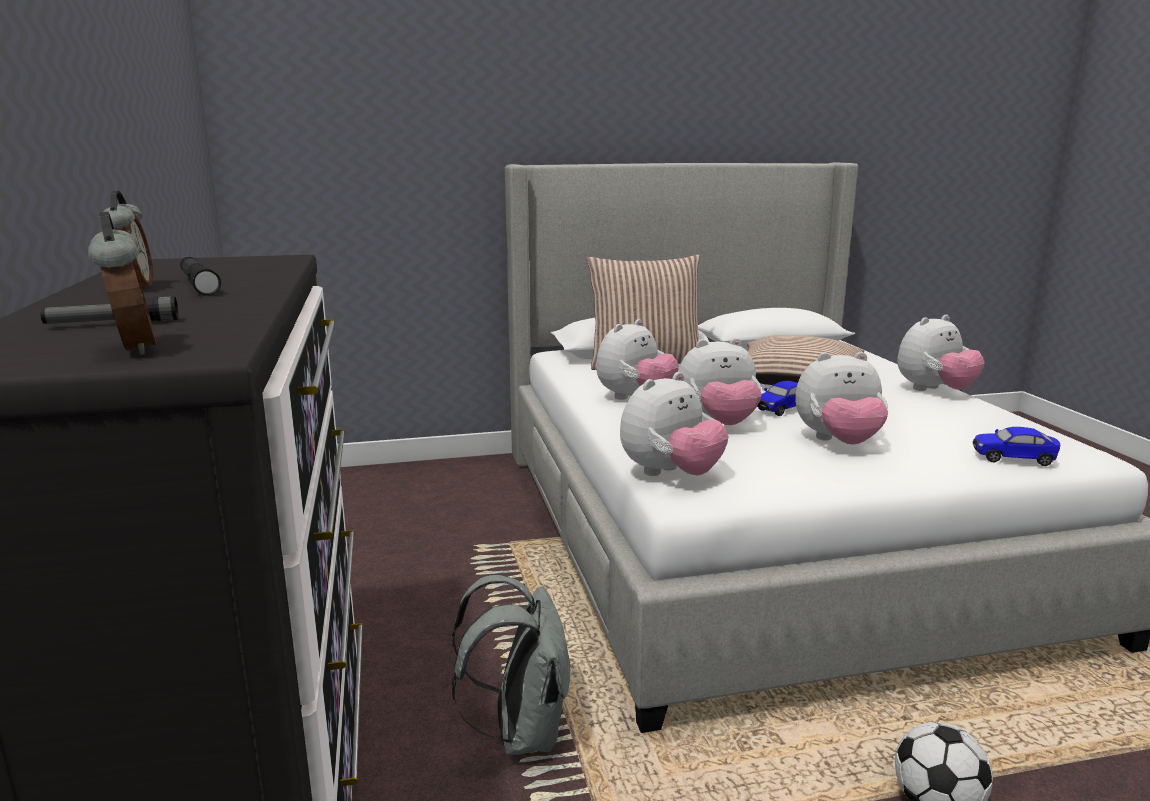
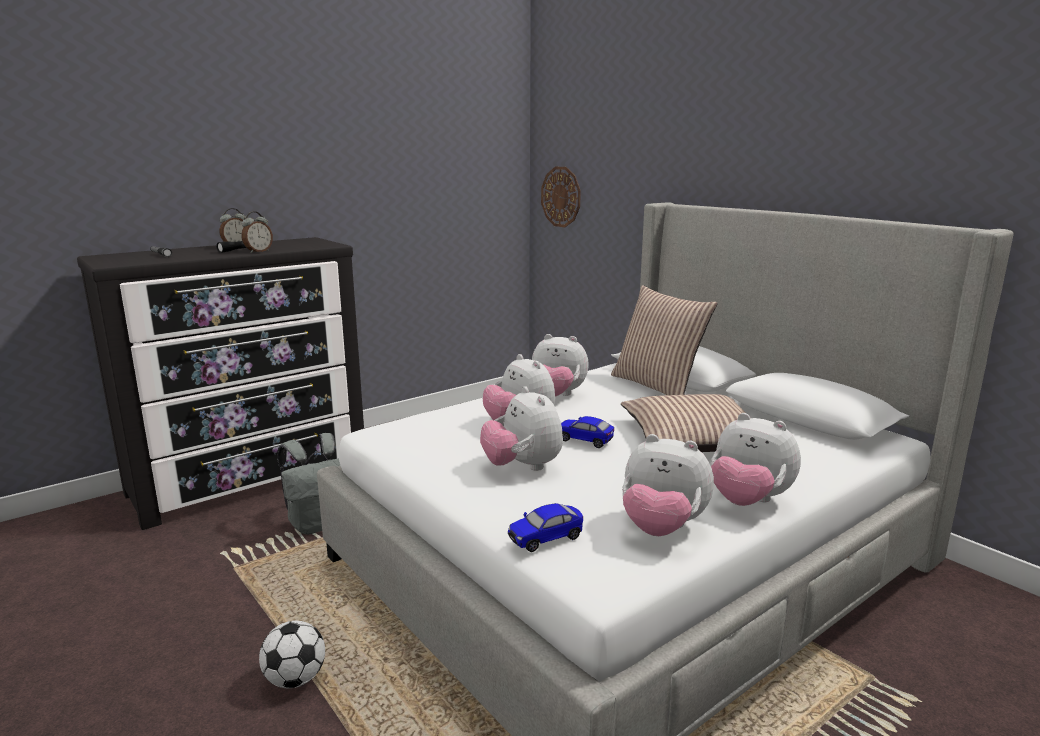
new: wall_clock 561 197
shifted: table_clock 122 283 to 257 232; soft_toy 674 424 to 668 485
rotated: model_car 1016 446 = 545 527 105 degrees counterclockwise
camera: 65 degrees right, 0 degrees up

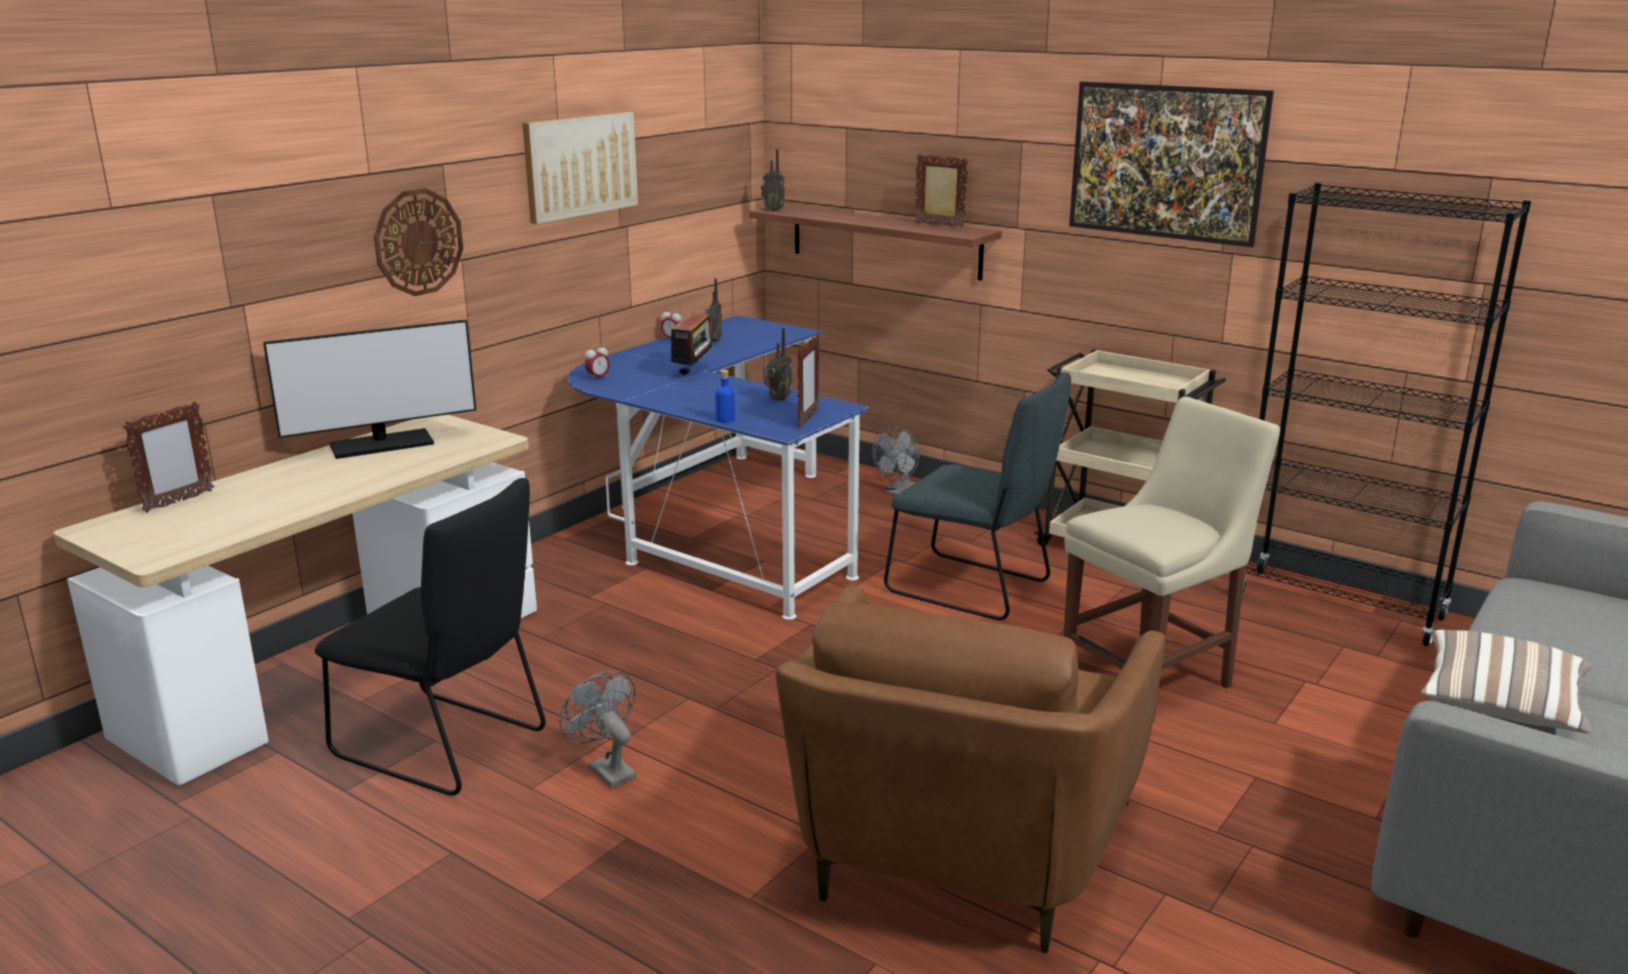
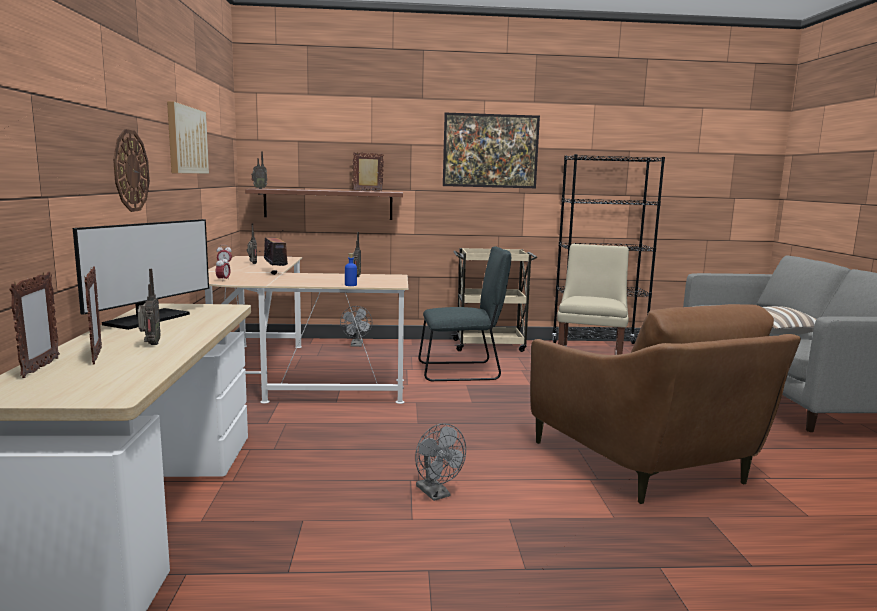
gone: blackish_upright_chair 430 637
new: radio_receiver 149 307
shifted: standing_frame 808 380 to 93 315
repainted: bluish_desk 718 467 to sand-coloured_desk 306 330
rotated: grey_cooling_fan 597 729 = 440 462 135 degrees counterclockwise
camera: 40 degrees left, 10 degrees down

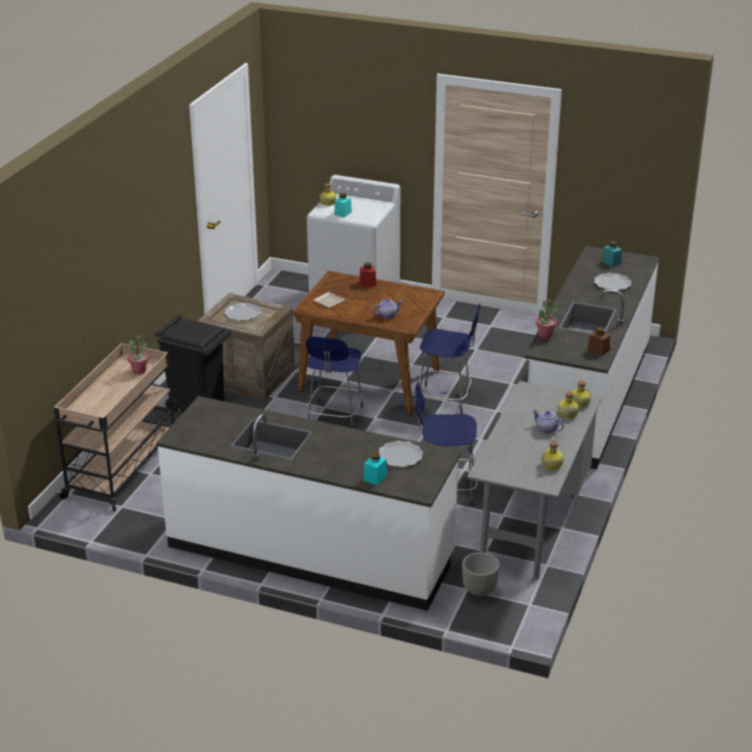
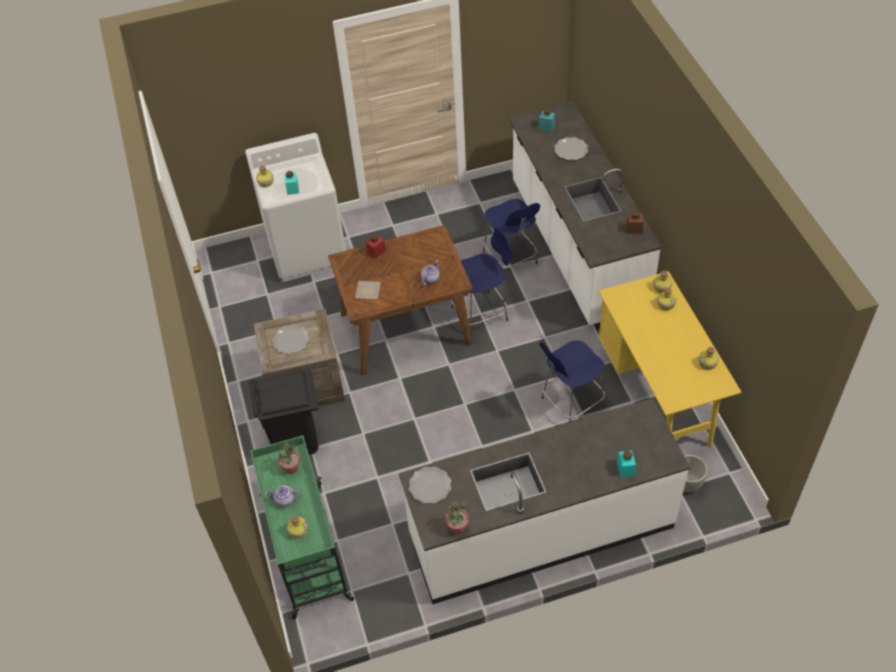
new: beverage_bottle 297 527
shifted: bluish_stool 334 382 to 511 234; plate 400 454 to 430 485; teapot 548 422 to 283 496; houseplant 547 319 to 457 517
repainted: sand-coloured_trolley 114 427 to green-coloured_trolley 302 527; grey_desk 534 480 to yellowish_desk 670 359
camera: 35 degrees left, 20 degrees up

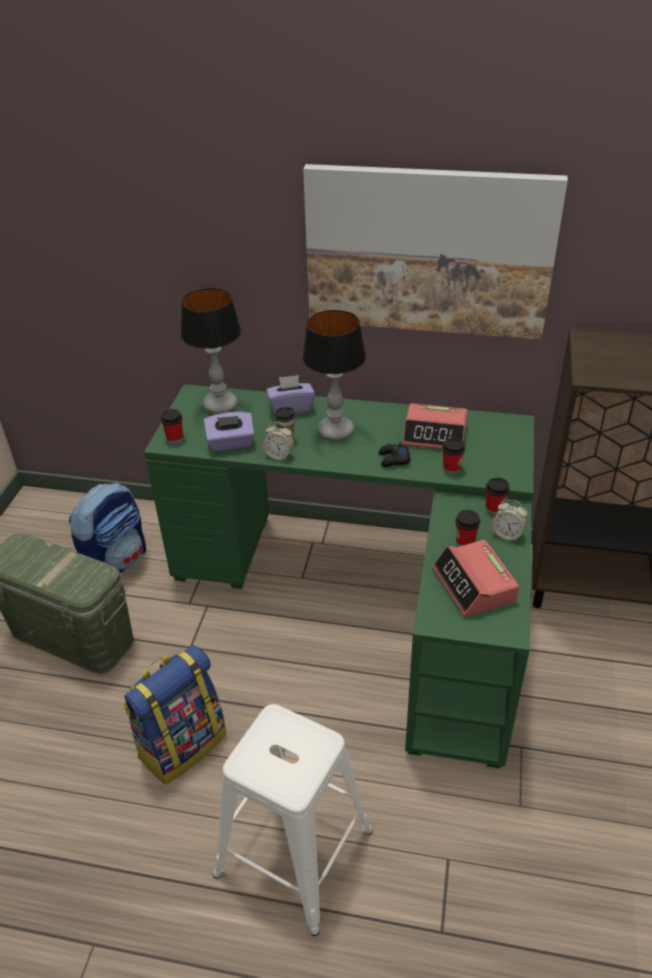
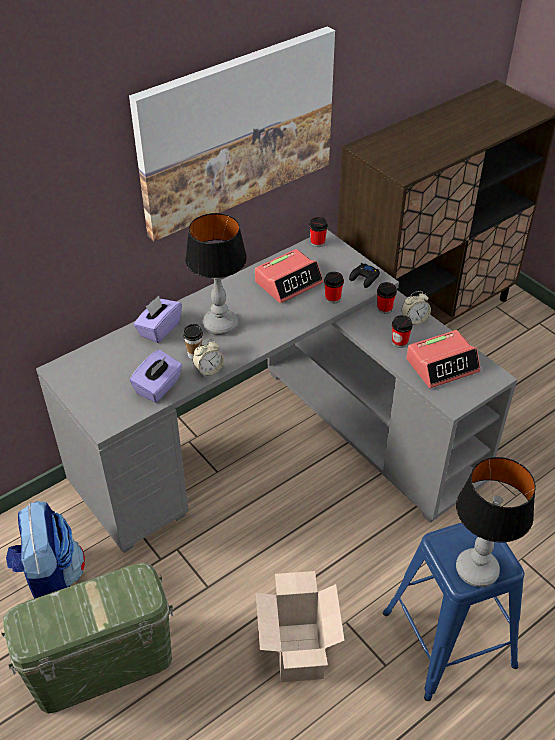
shifted: small_cup 172 426 to 318 232; tabletop_lamp 211 351 to 496 522; blackish_joypad 395 454 to 364 275
swapped: rucksack 174 714 to cardboard_box 300 626
repainted: green-coloured_desk 339 576 to grey_desk 276 391; white_stool 293 820 to bluish_stool 453 611
rotated: table_clock 475 578 = 443 359 45 degrees counterclockwise
camera: 50 degrees left, 5 degrees up

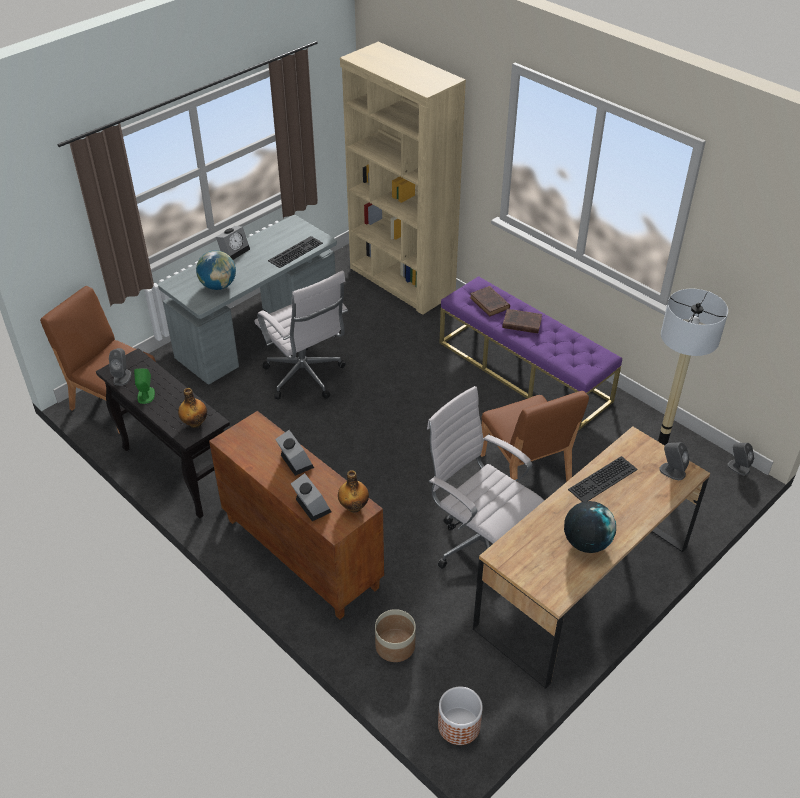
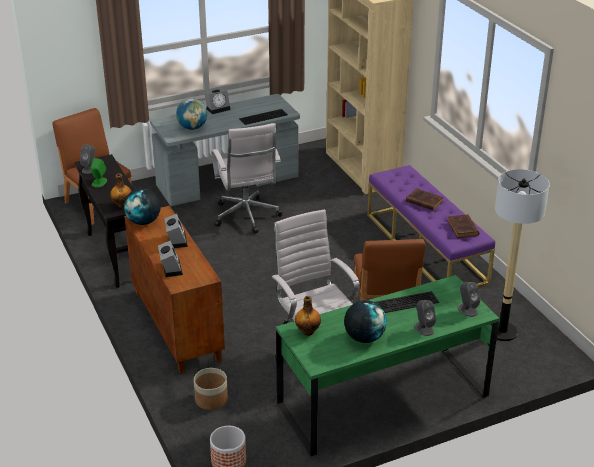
new: world_globe 142 206
shifted: beverage_bottle 353 491 to 308 316; brown_book 490 301 to 463 226; grey_loudspeaker 740 459 to 425 318
repainted: brown_desk 591 557 to green-coloured_desk 387 365
camera: 20 degrees right, 10 degrees down

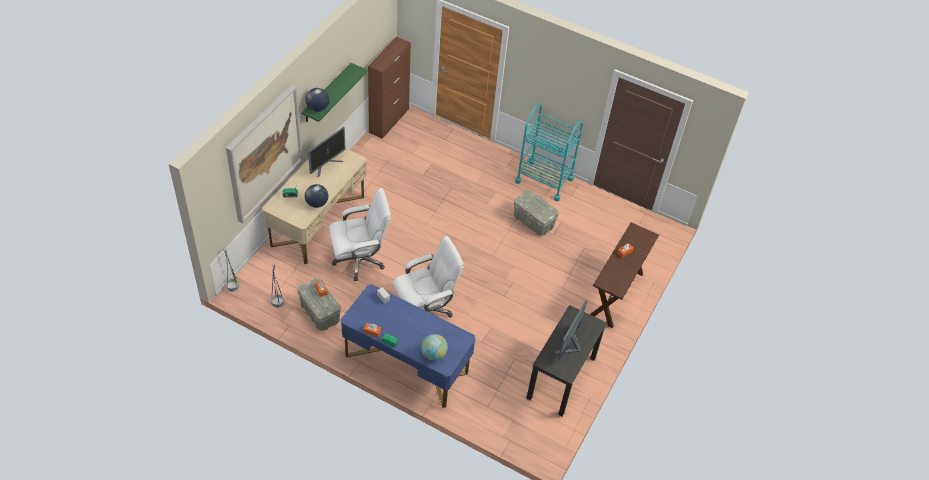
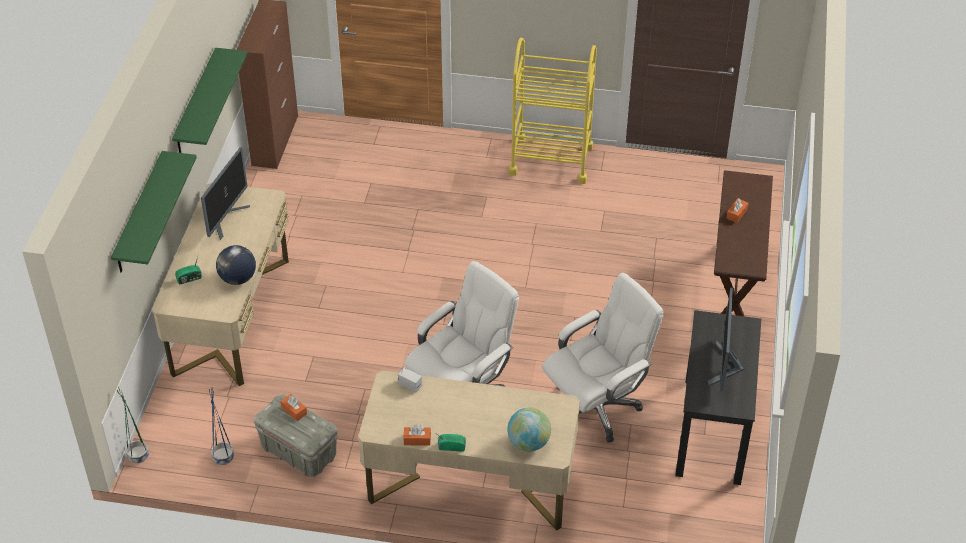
gone: world_globe 317 100; grey_storage_container 536 213
shifted: white_office_chair 360 234 to 603 358
swapped: wall_picture 264 153 to green-coloured_shelf 154 212
repainted: bluish_desk 408 346 to sand-coloured_desk 469 450; turquoise-coloured_trolley 549 152 to yellowish_trolley 552 110
camera: 15 degrees left, 5 degrees down

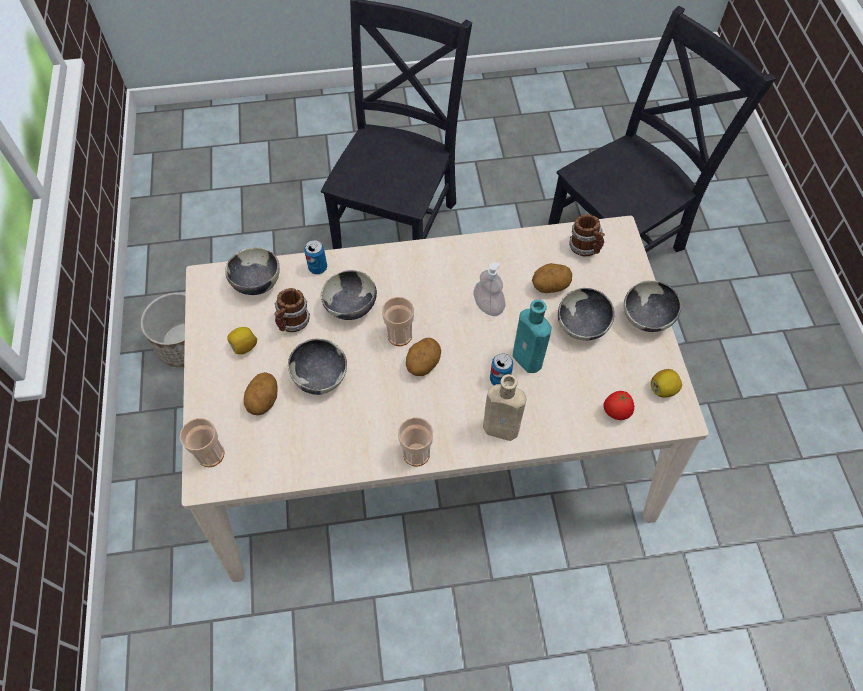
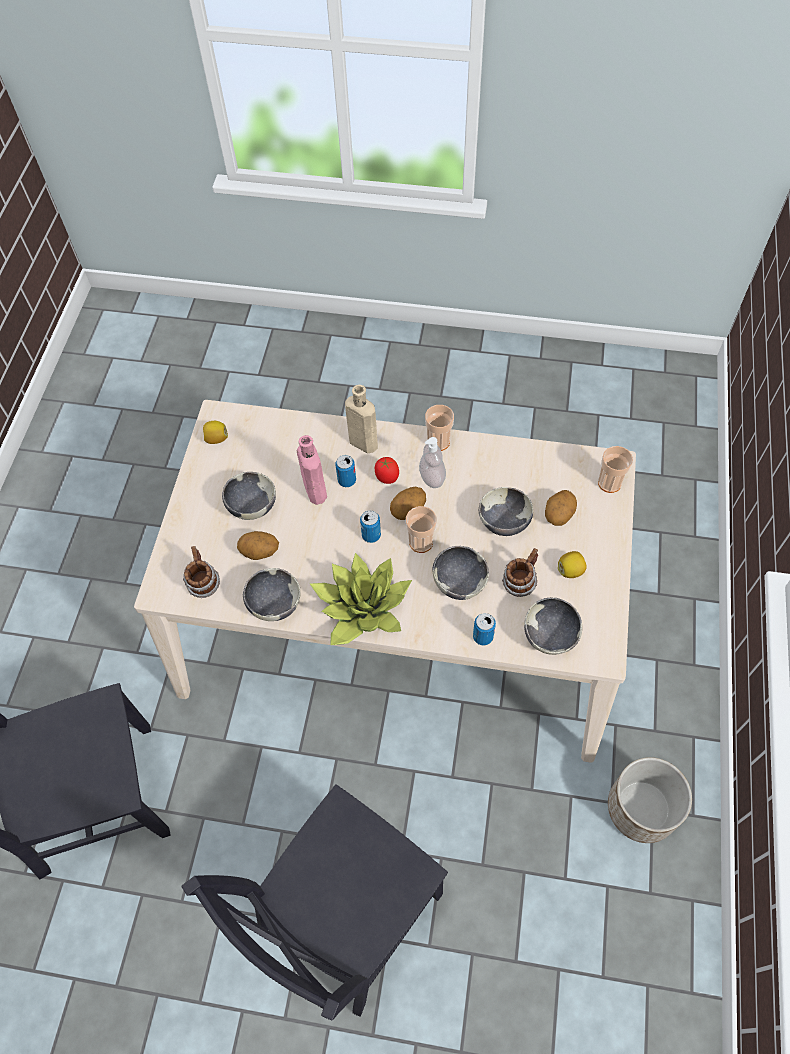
new: houseplant 361 599; sealed_can 370 526
shifted: soap_dispenser 490 289 to 432 462; fresh_tomato 618 405 to 387 470; serving_bowl 653 306 to 271 594
repainted: turquoise-coloured_beverage_bottle 532 336 to pinkish_beverage_bottle 312 470
camera: 160 degrees left, 0 degrees up

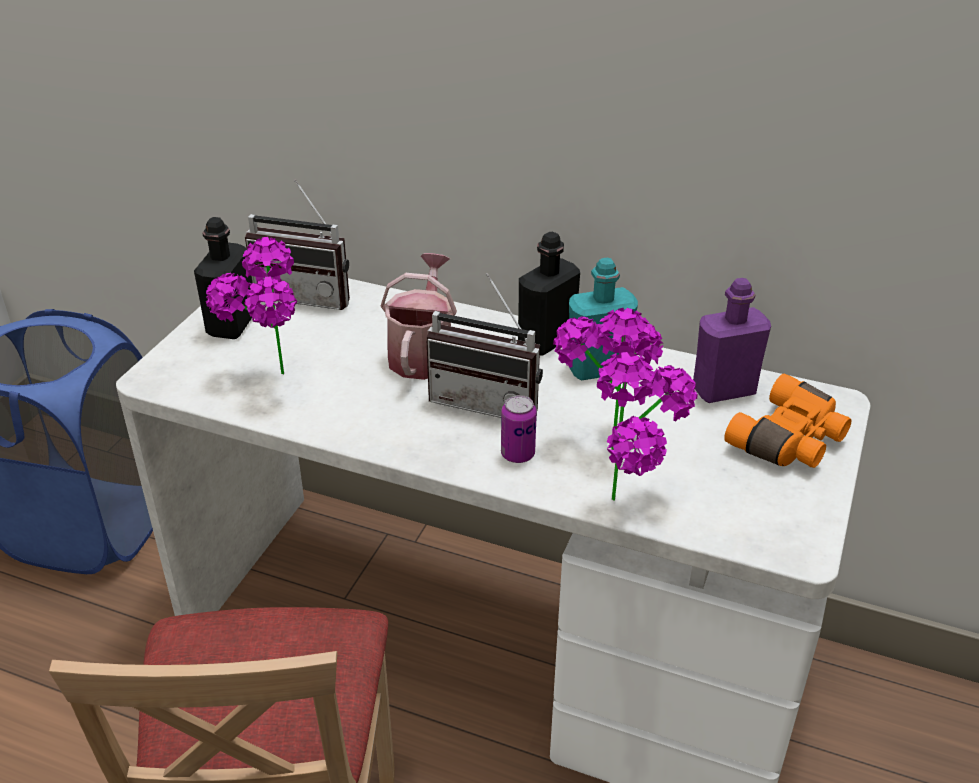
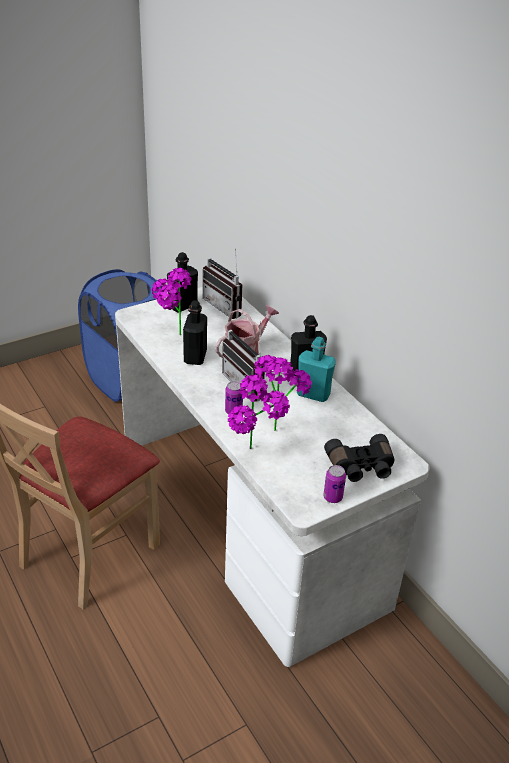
gone: purple-coloured_beverage_bottle 732 340
new: blackish_beverage_bottle 195 332; sealed_can 334 484
repainted: orange_field_glasses 787 421 to blackish_field_glasses 359 458
camera: 35 degrees right, 0 degrees up

